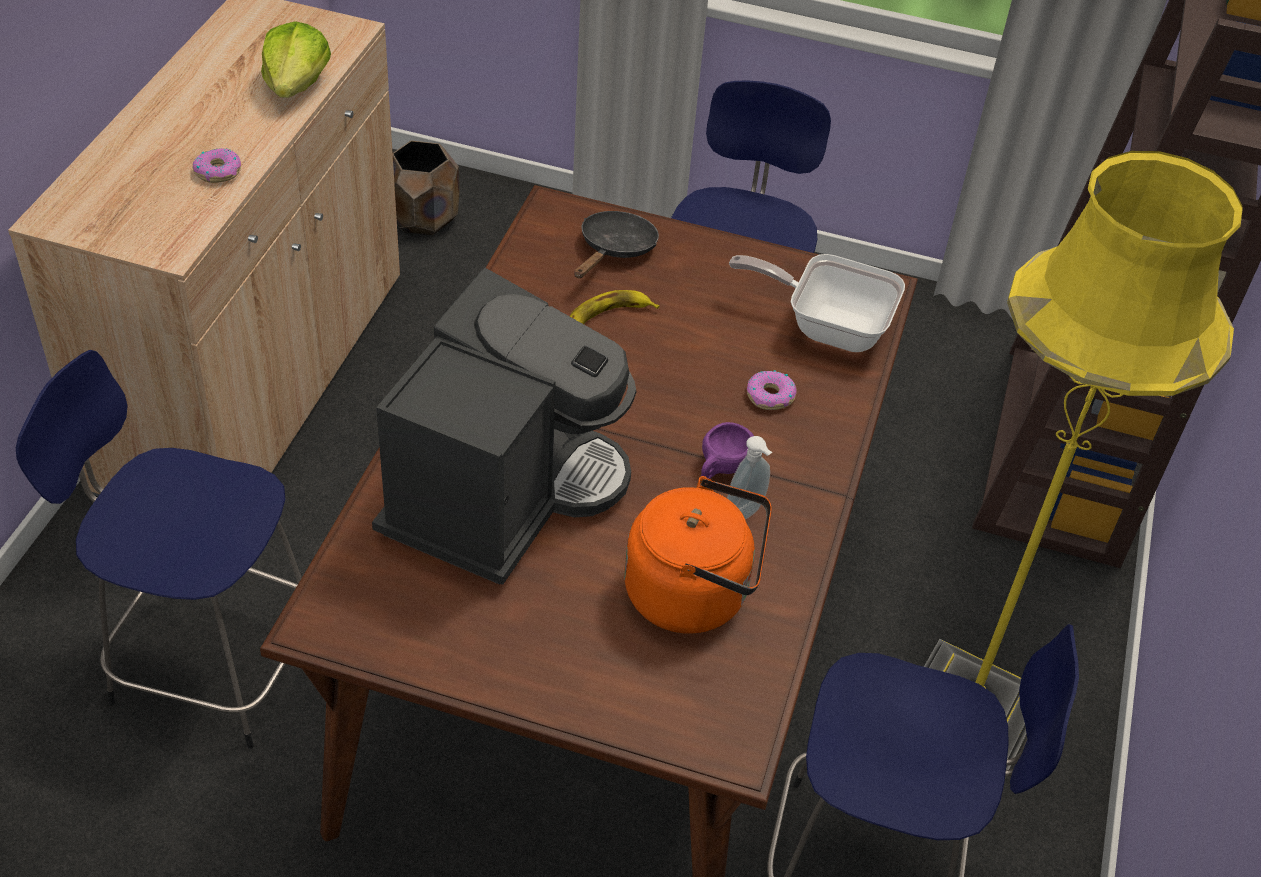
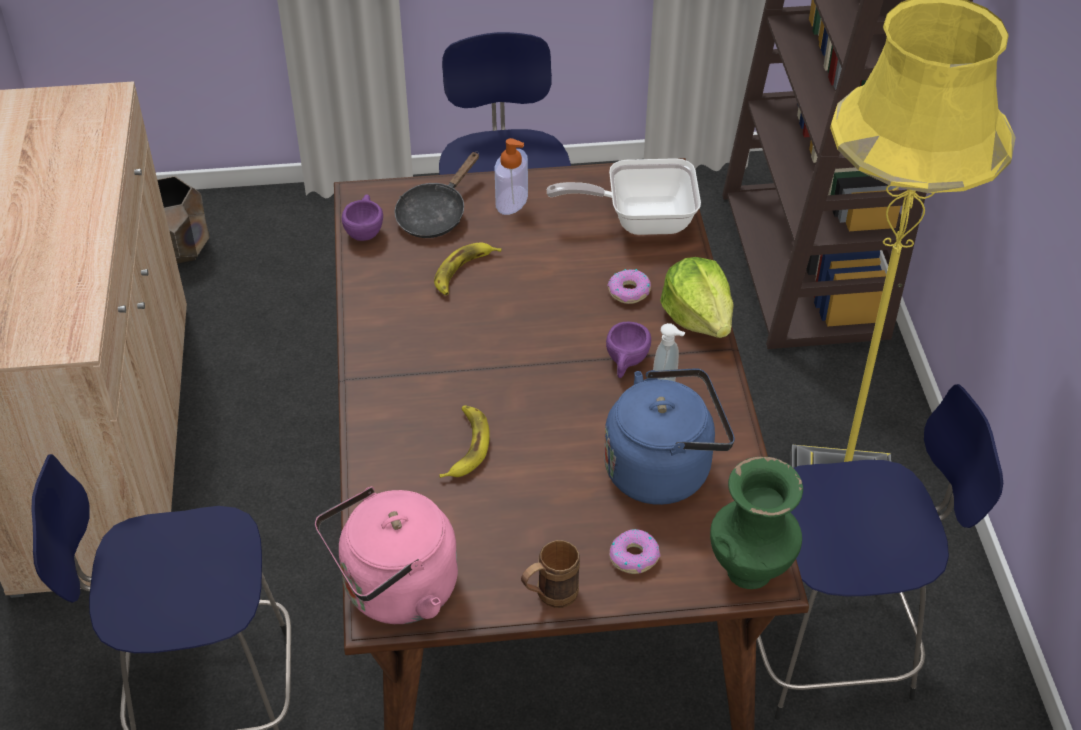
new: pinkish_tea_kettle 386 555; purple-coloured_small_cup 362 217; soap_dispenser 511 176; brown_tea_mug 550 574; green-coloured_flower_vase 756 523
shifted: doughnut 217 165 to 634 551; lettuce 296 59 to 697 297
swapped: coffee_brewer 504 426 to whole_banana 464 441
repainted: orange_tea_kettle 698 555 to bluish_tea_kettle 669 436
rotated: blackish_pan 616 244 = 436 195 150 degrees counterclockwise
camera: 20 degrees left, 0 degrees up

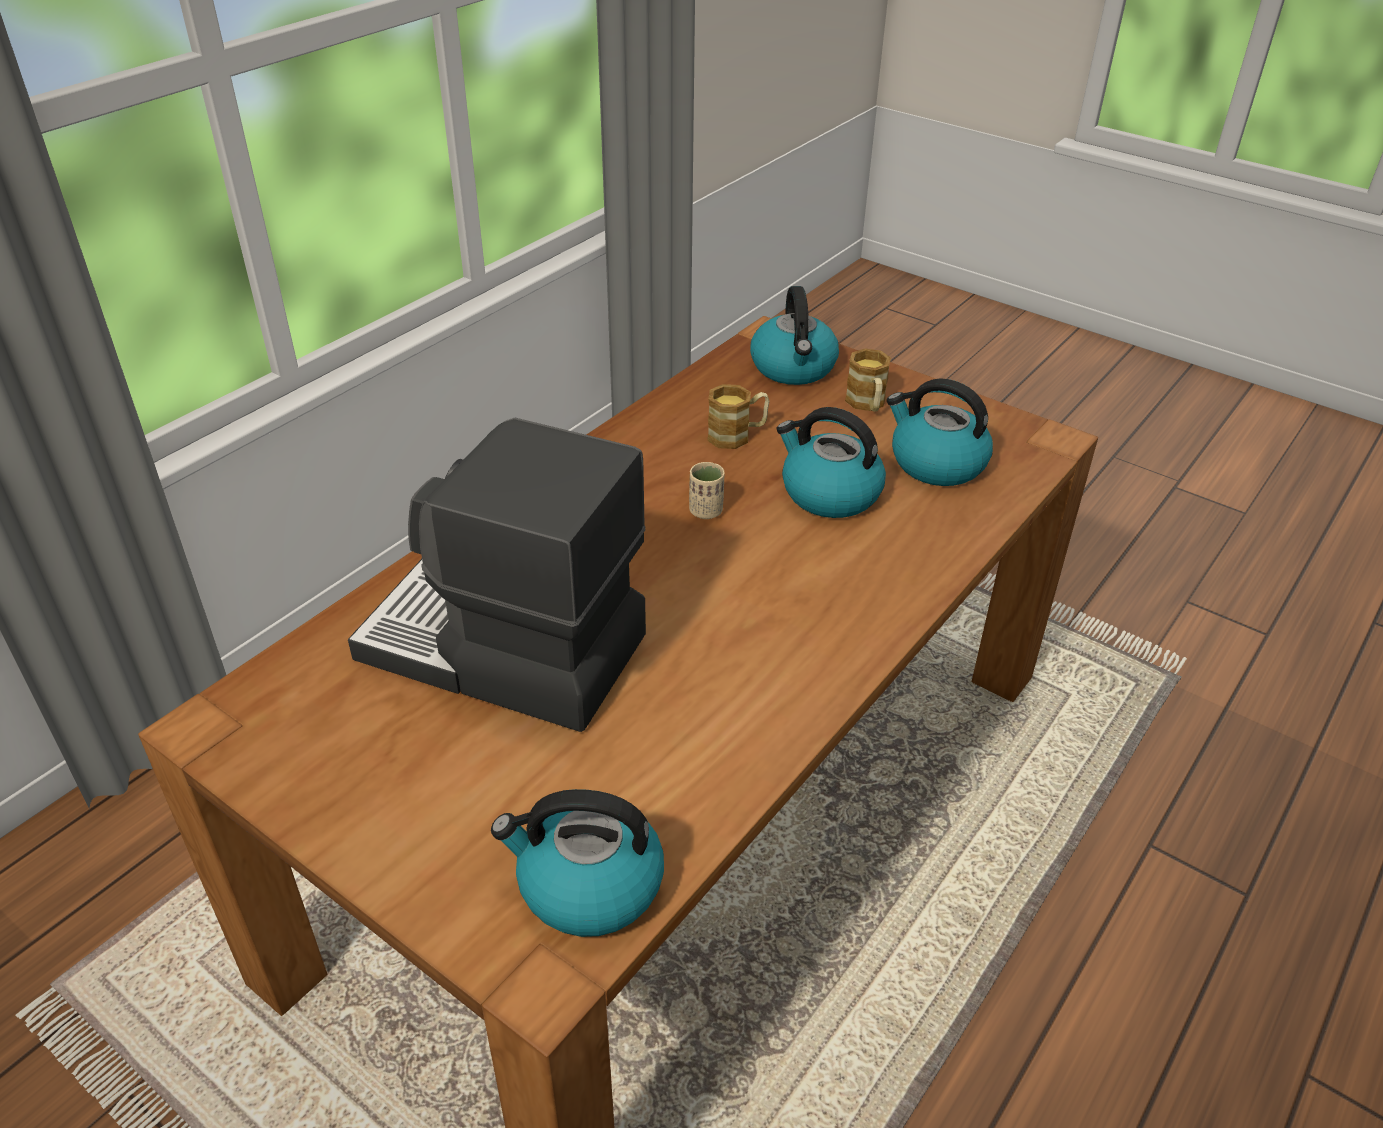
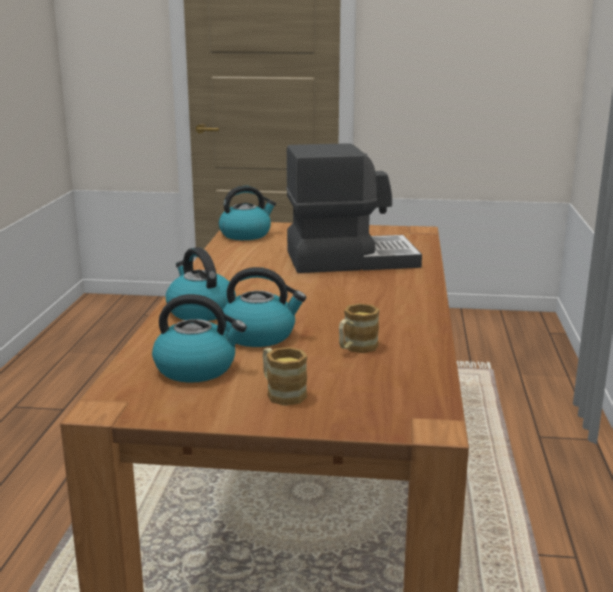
gone: sand-coloured_small_cup 707 490
shifted: tea_kettle 794 335 to 201 284
camera: 150 degrees right, 20 degrees down

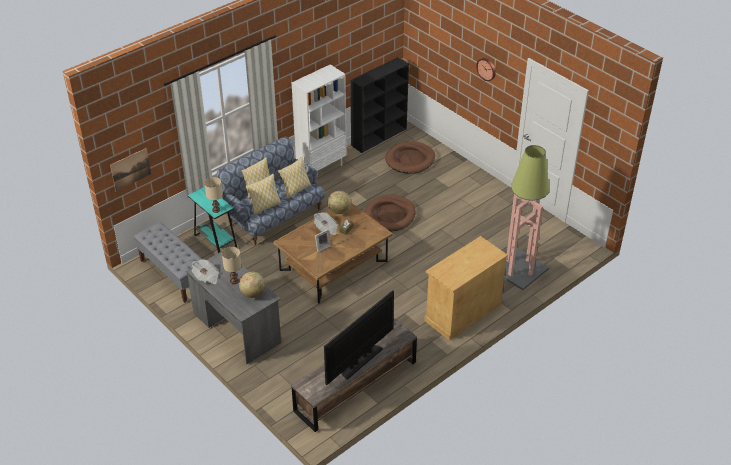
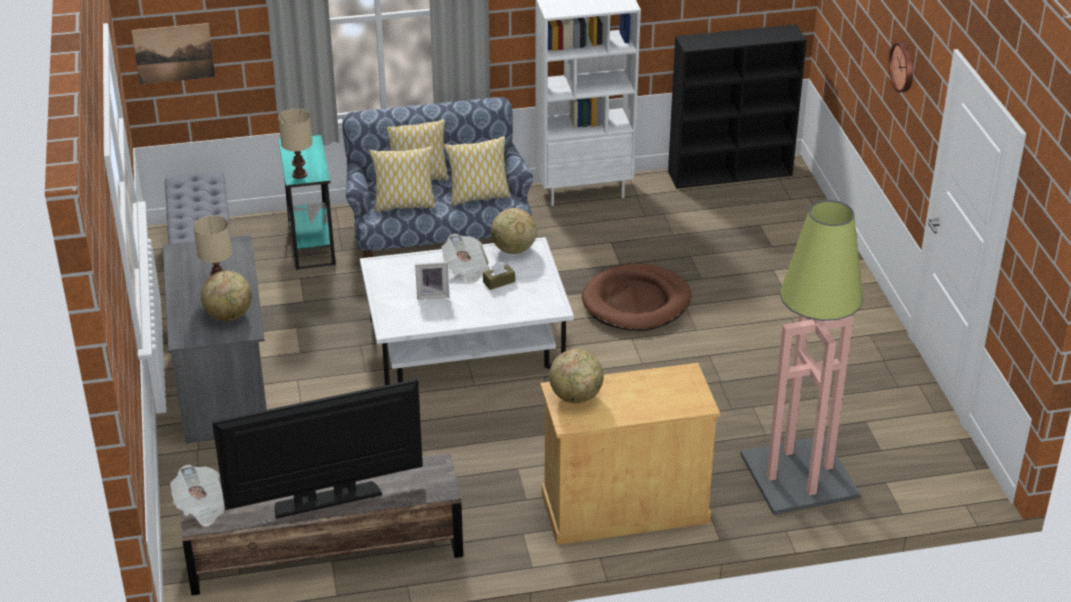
gone: brown_dog_cushion 410 157
new: world_globe 576 376
shifted: daily_paper 205 271 to 197 495
repainted: brown_lounge_table 333 253 to white_lounge_table 467 311
camera: 30 degrees right, 5 degrees down

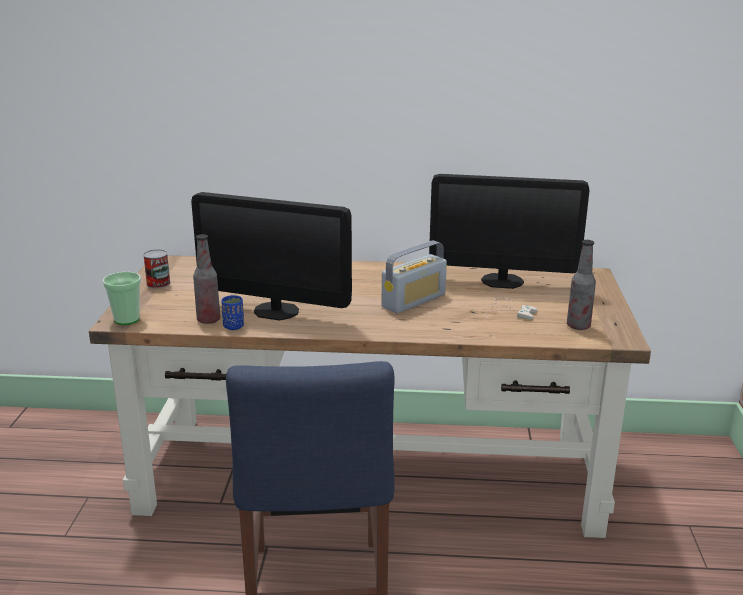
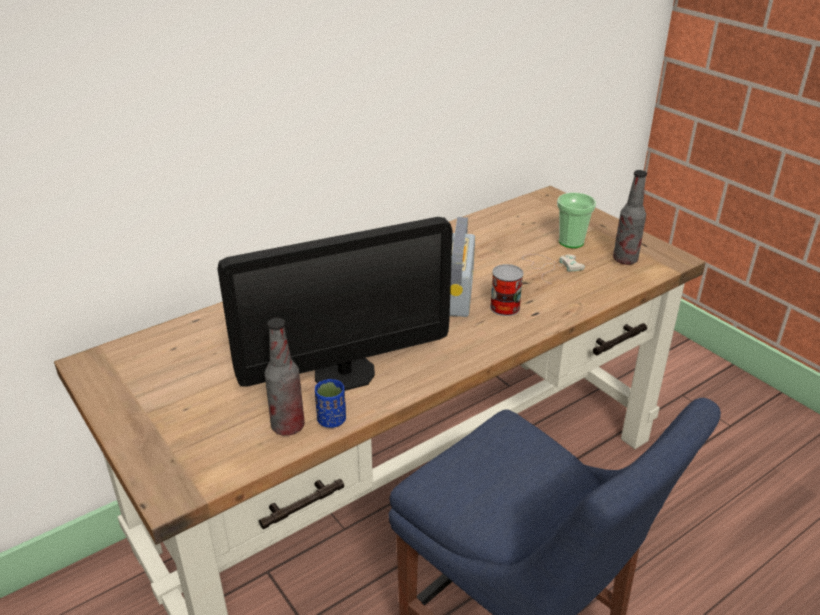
gone: computer_screen 509 231
shifted: small_cup 121 298 to 576 220; sealed_can 157 268 to 506 290
camera: 40 degrees left, 10 degrees up

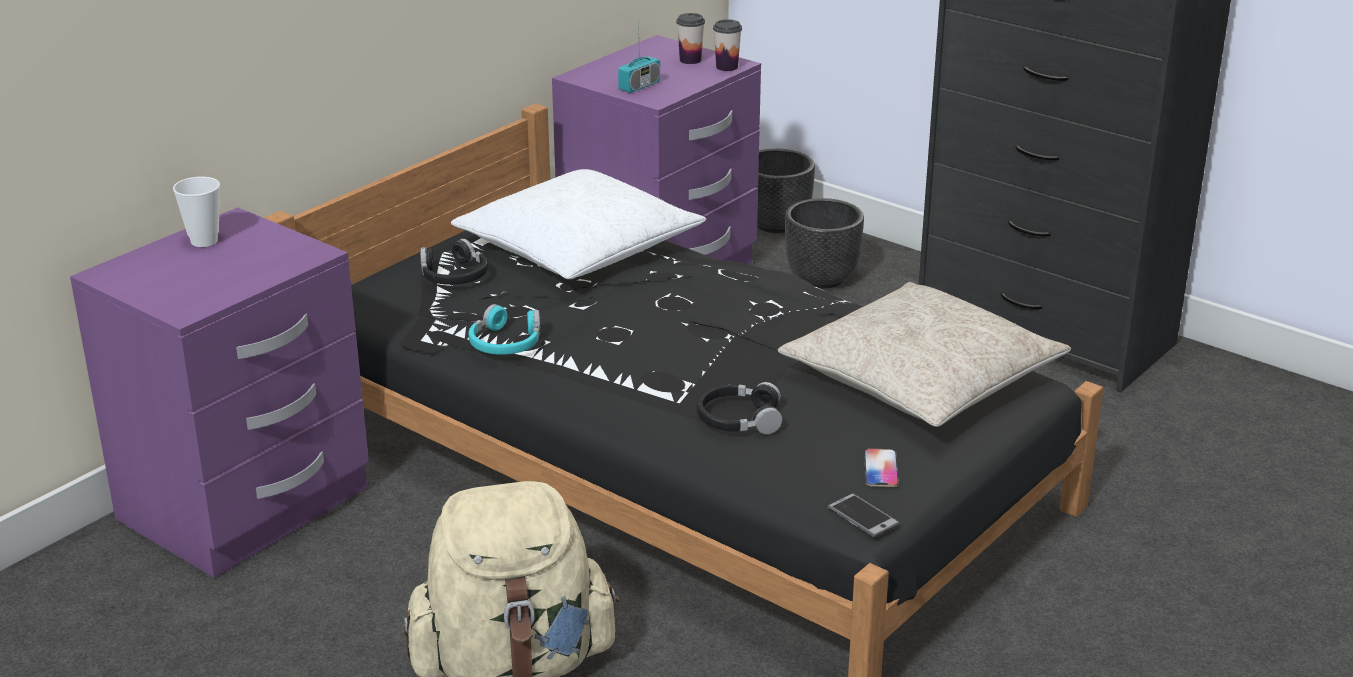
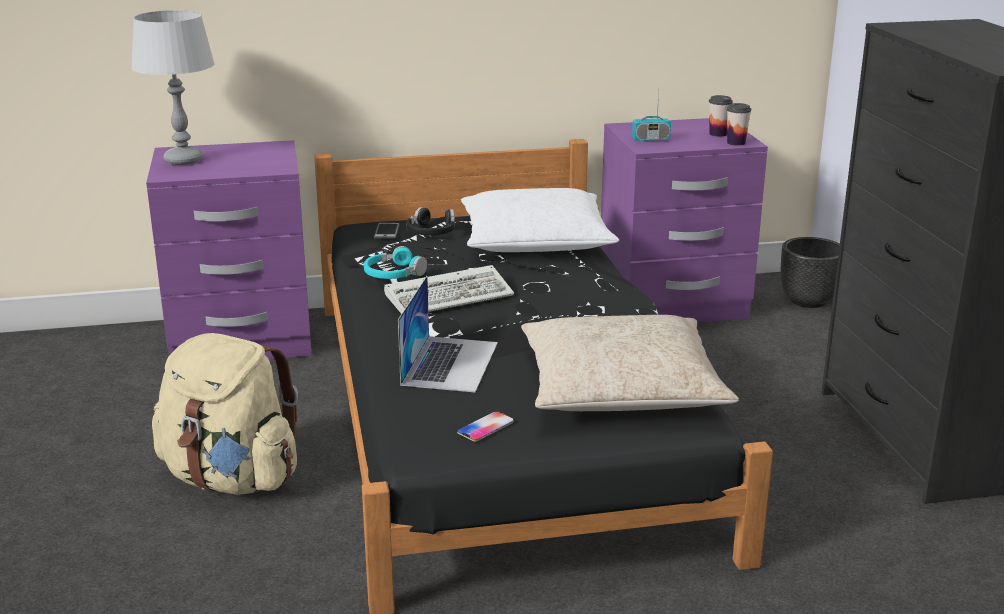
gone: small_cup 196 212; blackish_flower_pot 824 243
new: grey_tabletop_lamp 173 87; PC_keyboard 449 289
shifted: telephone 863 515 to 387 231
swapped: blackish_pair_of_headphones 739 408 to laptop 448 334
camera: 40 degrees right, 5 degrees down

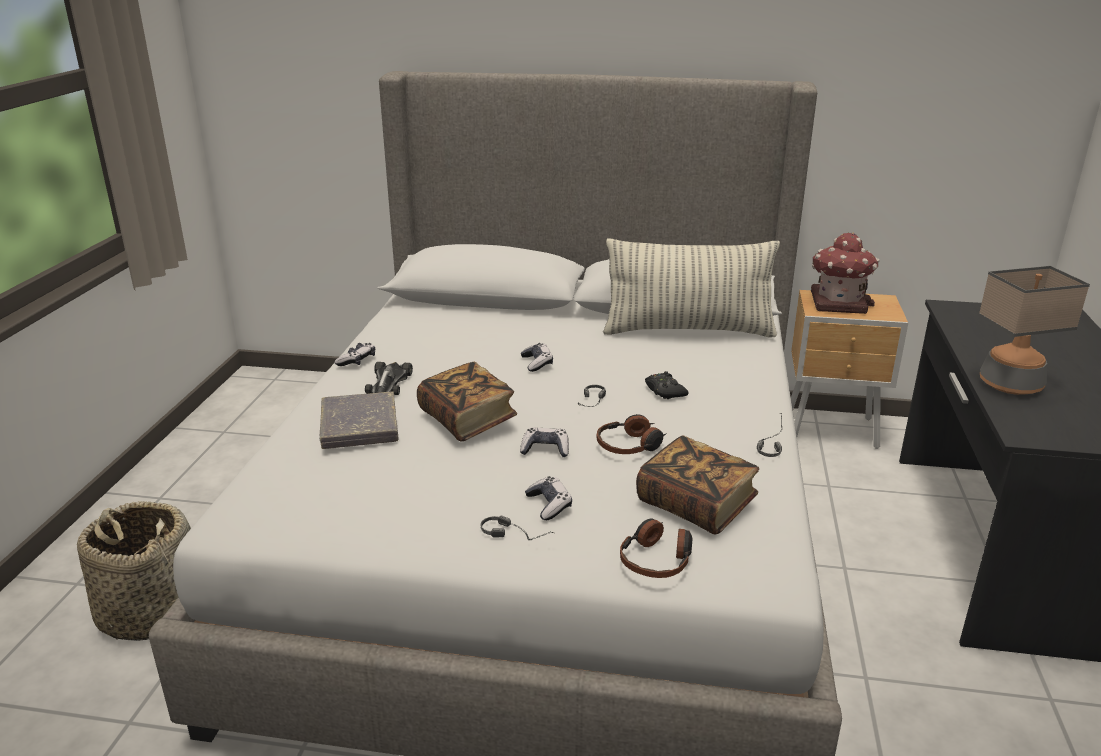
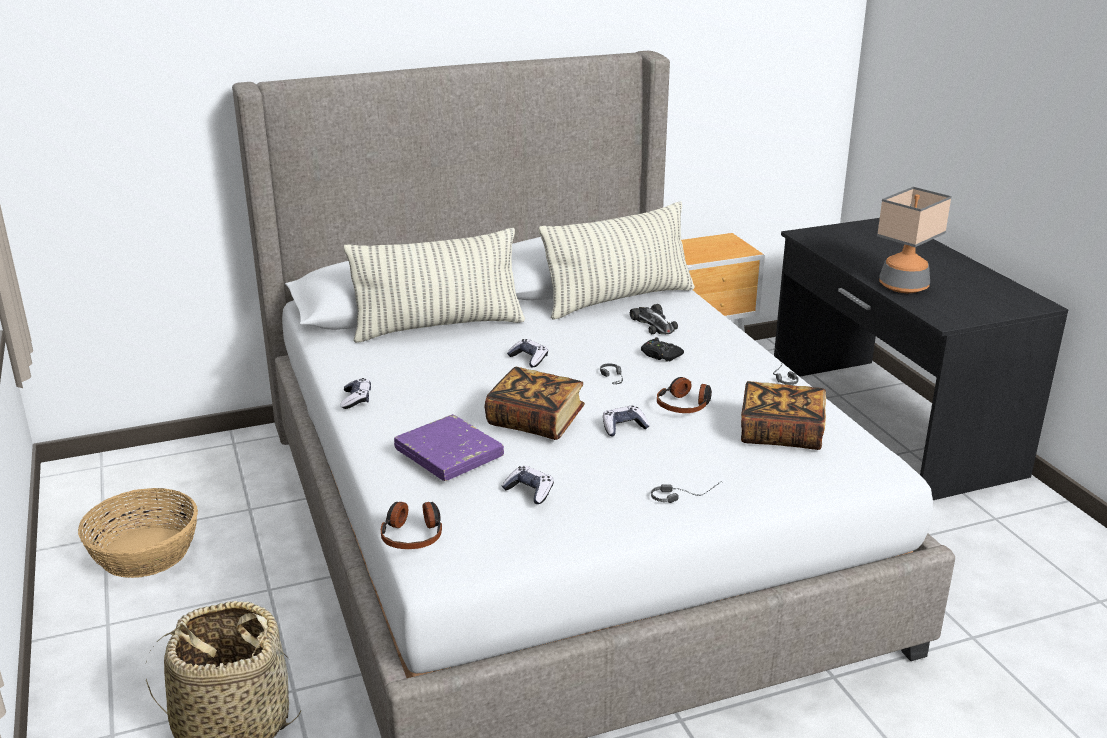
gone: model_house 845 273
new: storage_basket 138 533; pillow 434 285
shifted: model_car 389 378 to 654 319; joypad 548 498 to 528 485; pair_of_headphones 656 548 to 411 525
repainted: grey_book 359 420 to purple-coloured_book 449 447
camera: 30 degrees left, 0 degrees up

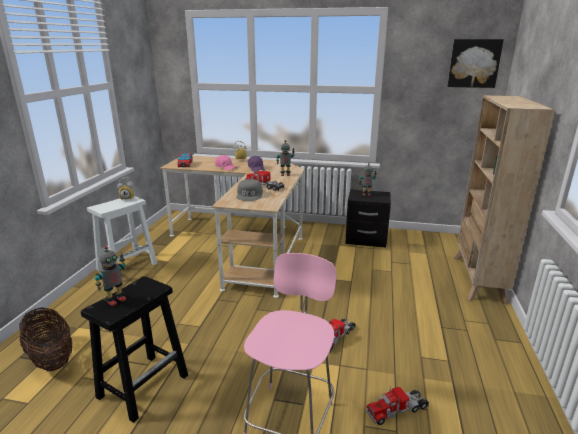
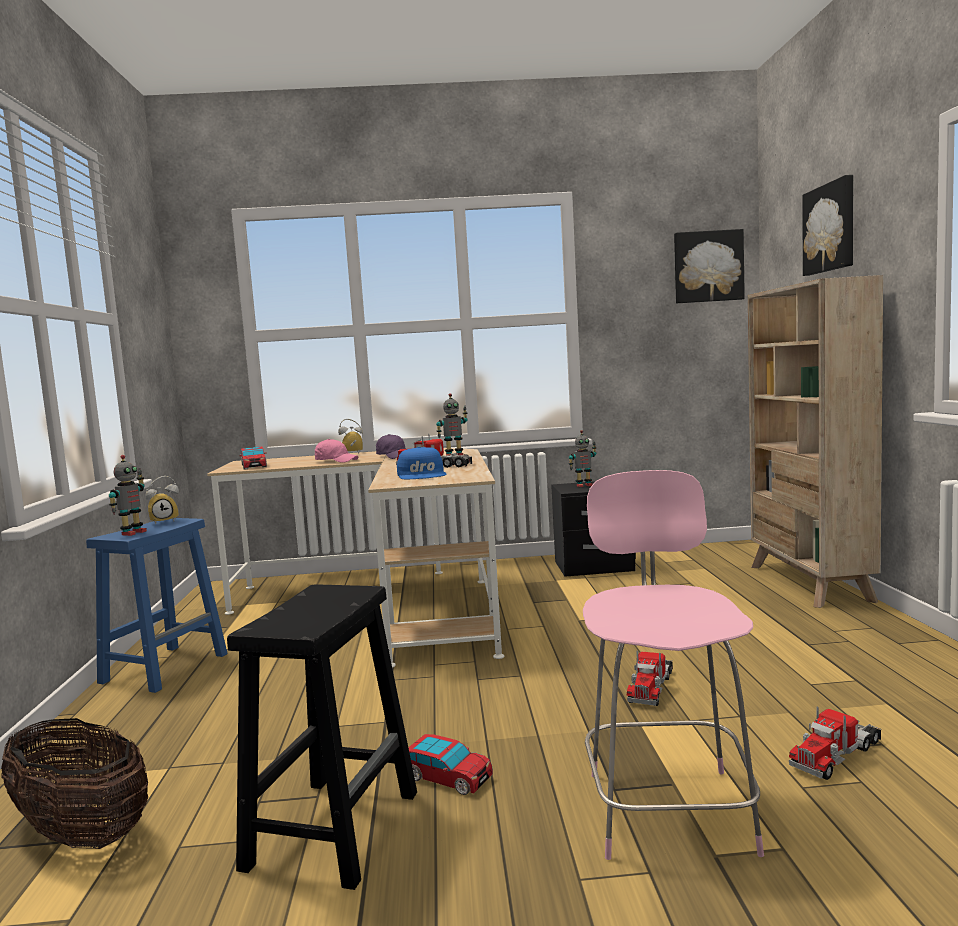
new: model_car 450 764; wall_picture 828 225
shifted: model_robot 110 276 to 128 495
repainted: white_stool 122 233 to bluish_stool 157 605; grey_peaked_cap 249 190 to bluish_peaked_cap 422 463
camera: 15 degrees left, 15 degrees down

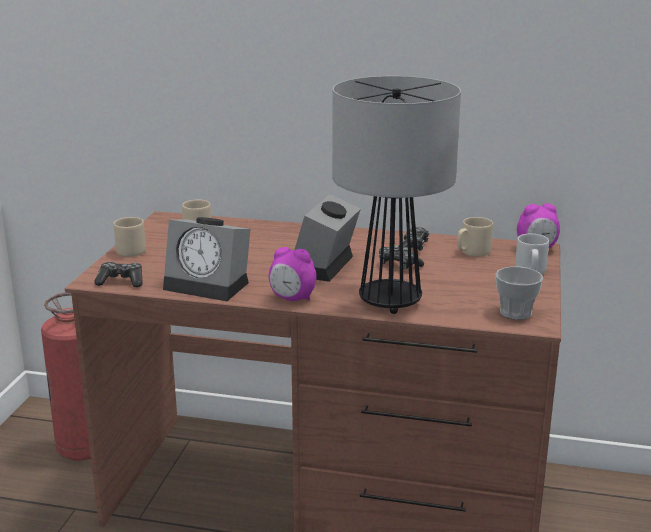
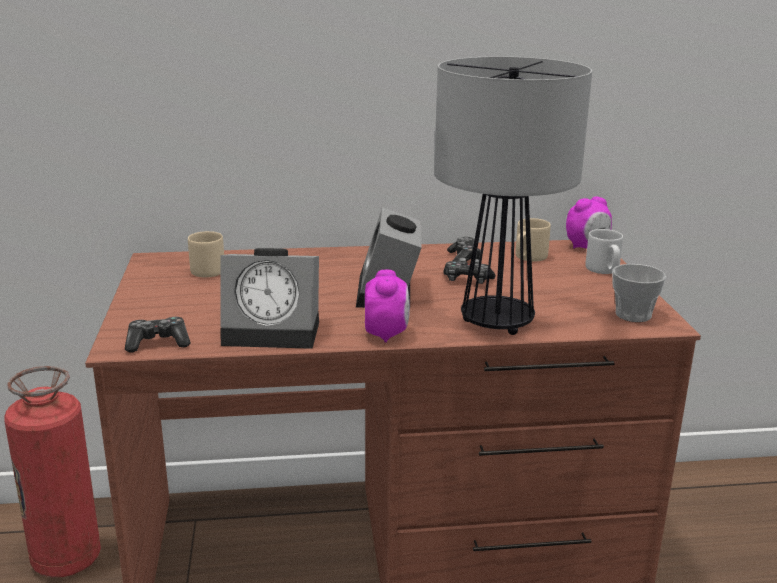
gone: sand-coloured_tea_mug 129 237
rotated: table_clock 293 274 = 387 306 90 degrees counterclockwise
camera: 20 degrees left, 0 degrees up

